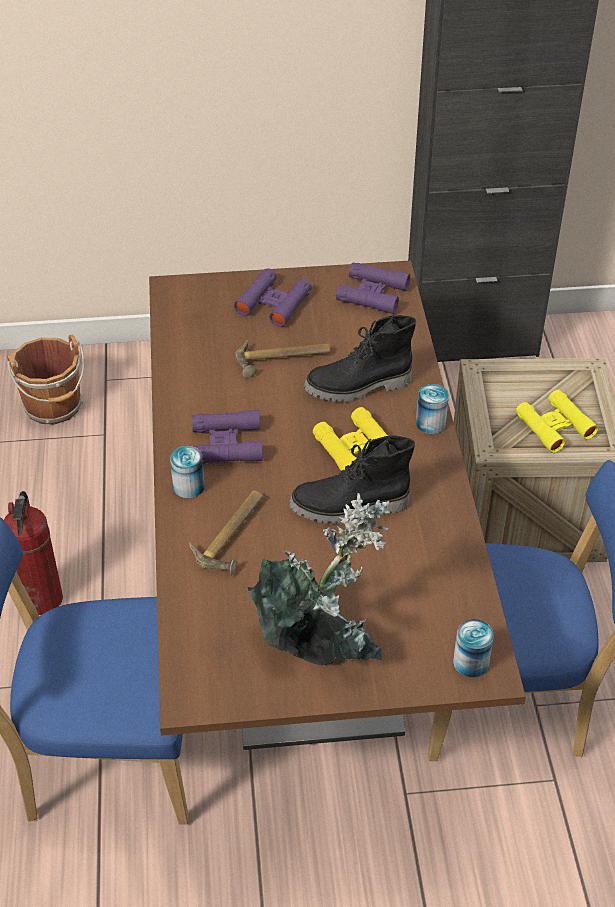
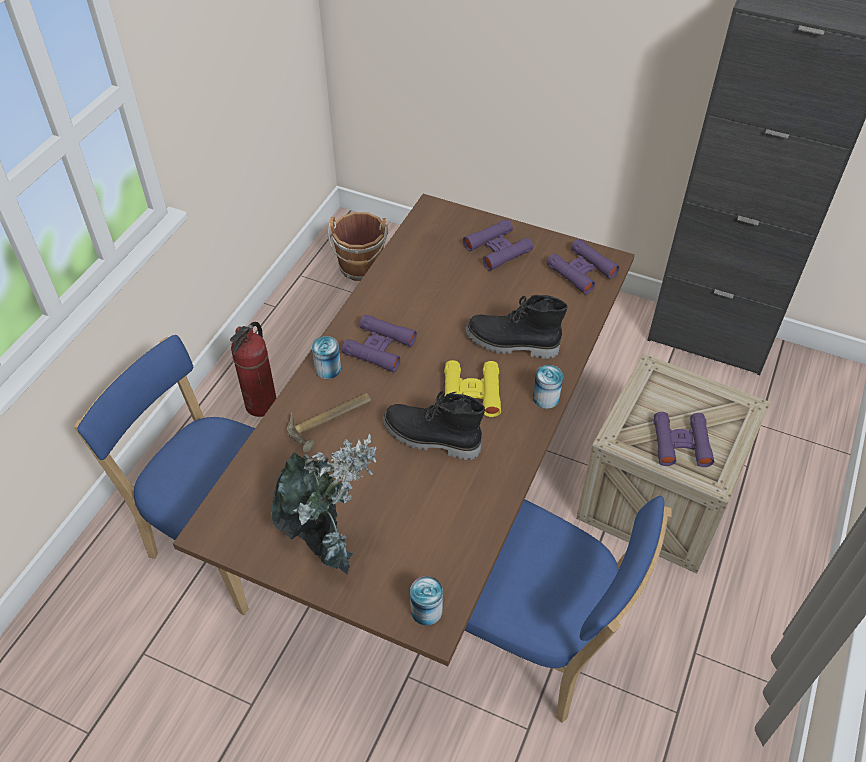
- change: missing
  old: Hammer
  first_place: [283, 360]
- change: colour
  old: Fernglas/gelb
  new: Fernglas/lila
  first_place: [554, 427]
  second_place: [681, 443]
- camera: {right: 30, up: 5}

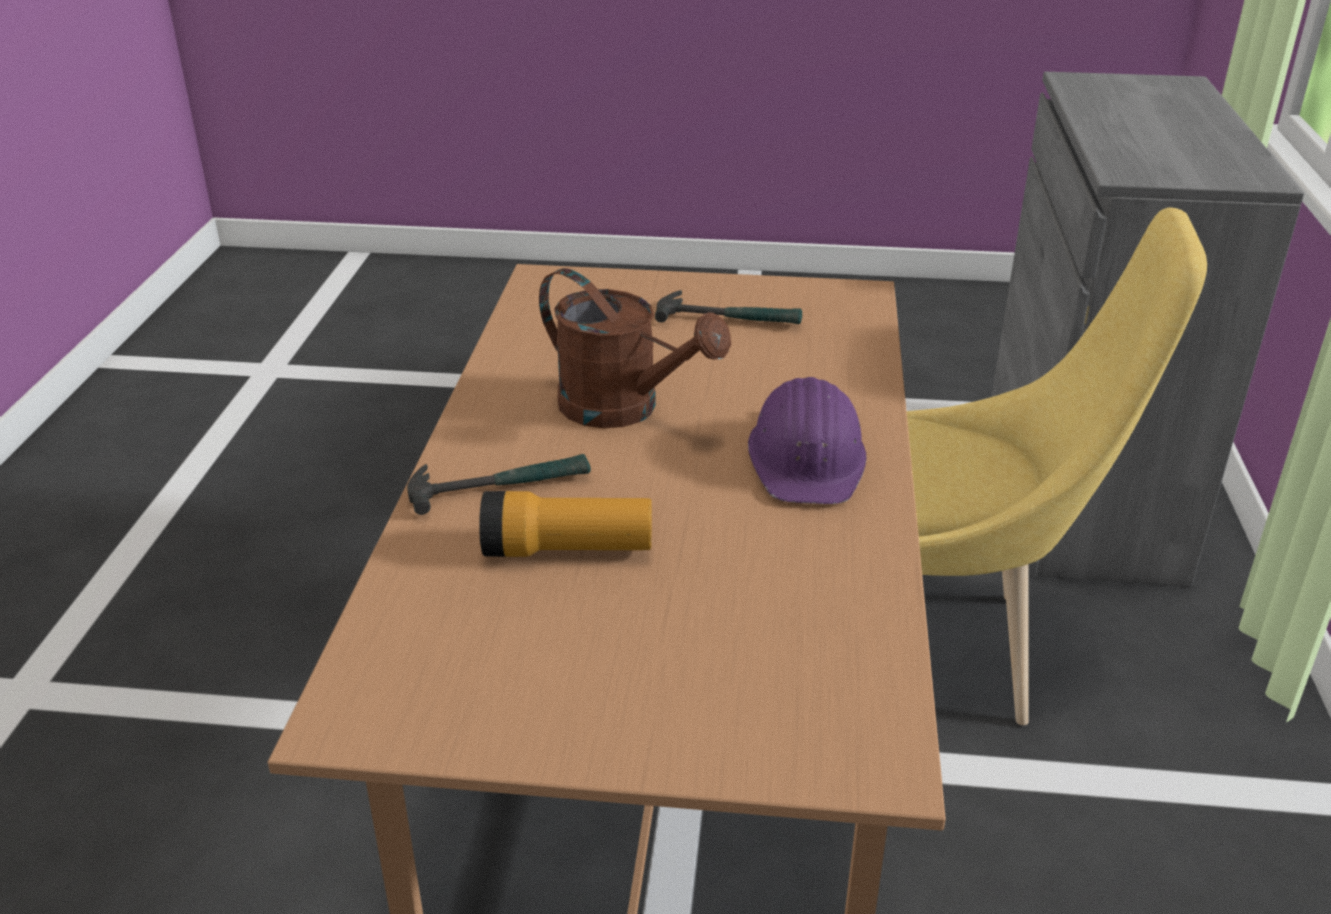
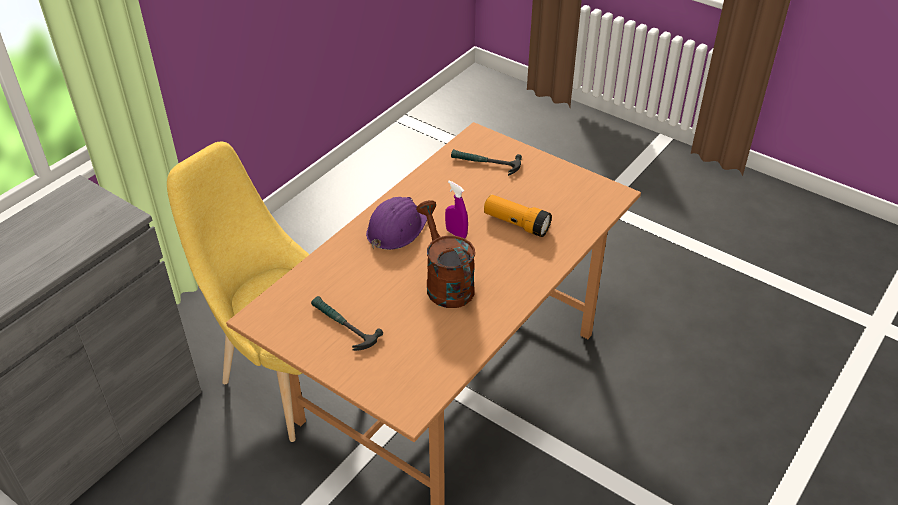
- change: relocated
  old: Hammer
  first_place: [499, 486]
  second_place: [485, 163]
- change: appeared
  new: Sprühflasche/lila
  second_place: [456, 234]
- camera: {right: -150, up: 10}

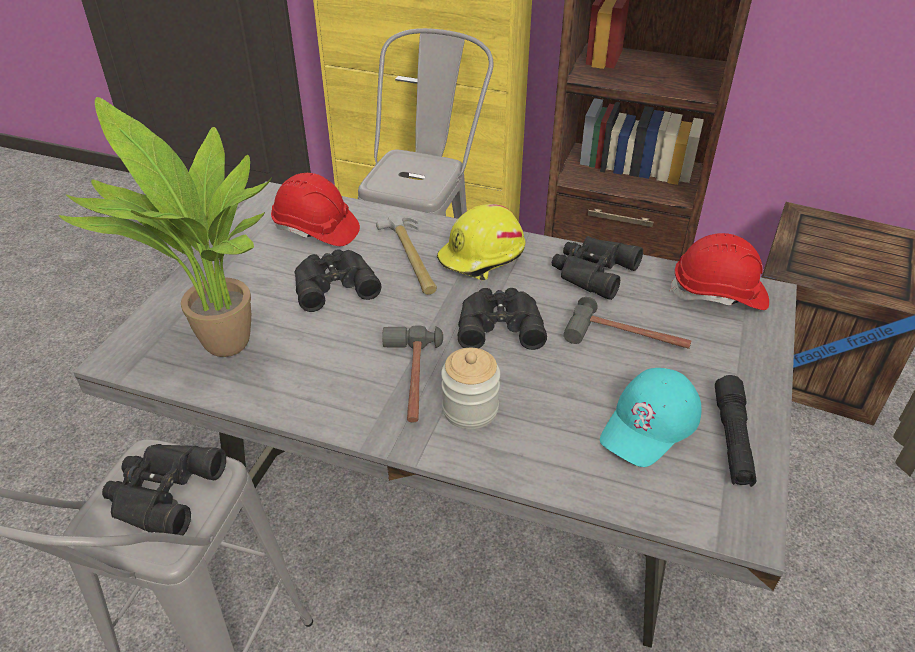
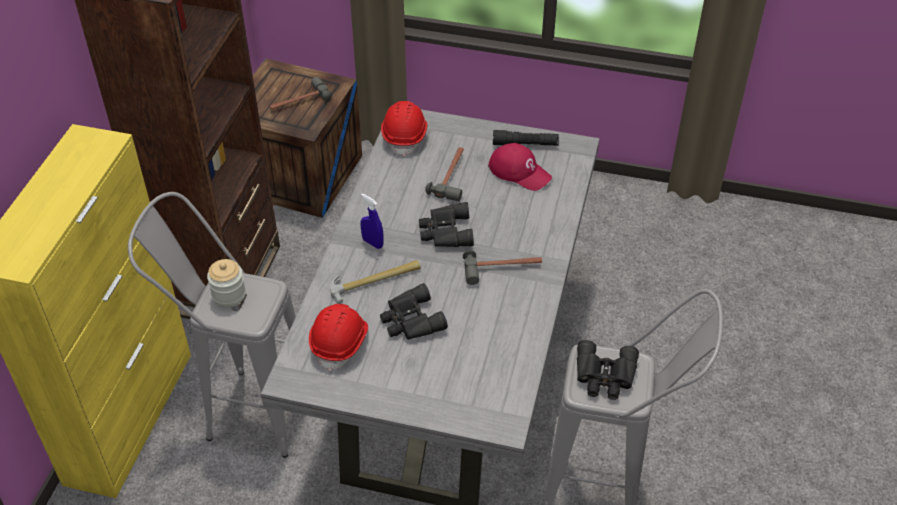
- change: missing
  old: Topfpflanze
  first_place: [220, 348]
- change: exchanged
  old: Schutzhelm/gelb
  new: Sprühflasche/blau
  first_place: [482, 257]
  second_place: [372, 243]
- change: relocated
  old: Vorratsglas
  first_place: [470, 409]
  second_place: [229, 295]
- change: missing
  old: Fernglas/schwarz
  first_place: [591, 271]
- change: colour
  old: Kappe/türkis
  new: Kappe/rot
  first_place: [650, 423]
  second_place: [520, 171]
- change: appeared
  new: Hammer
  second_place: [298, 101]
- camera: {right: -95, up: 5}

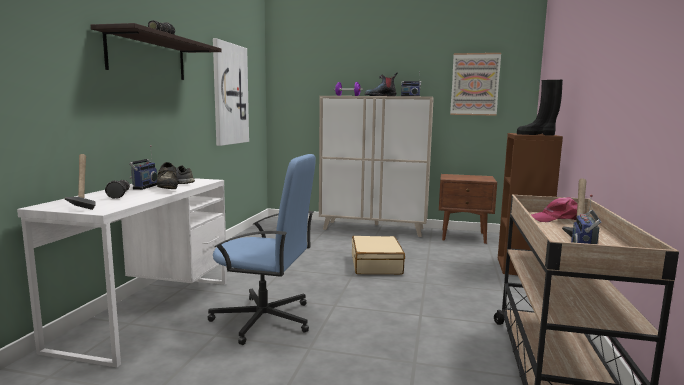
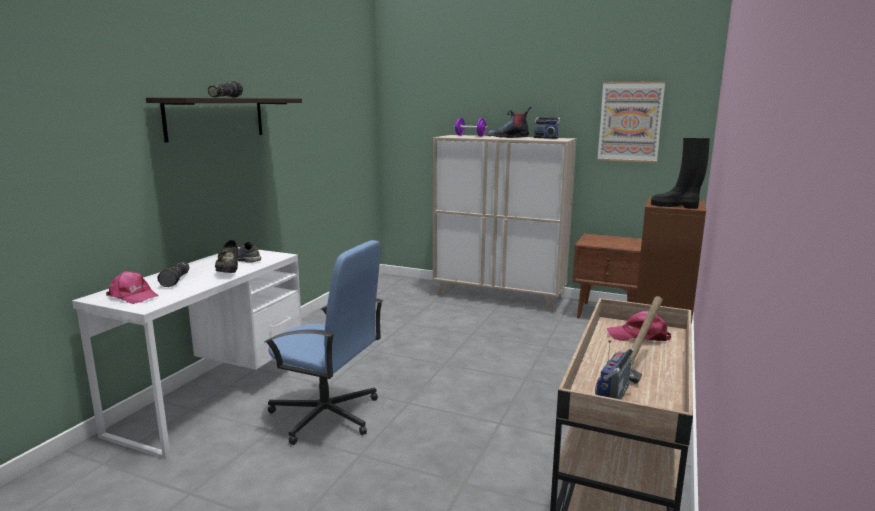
- change: exchanged
  old: Hammer
  new: Kappe/rosa
  first_place: [82, 205]
  second_place: [133, 296]
- change: missing
  old: Radio
  first_place: [144, 186]
- change: missing
  old: Bild
  first_place: [229, 94]
- change: missing
  old: Koffer/beige
  first_place: [376, 264]
- camera: {right: 10, up: 5}

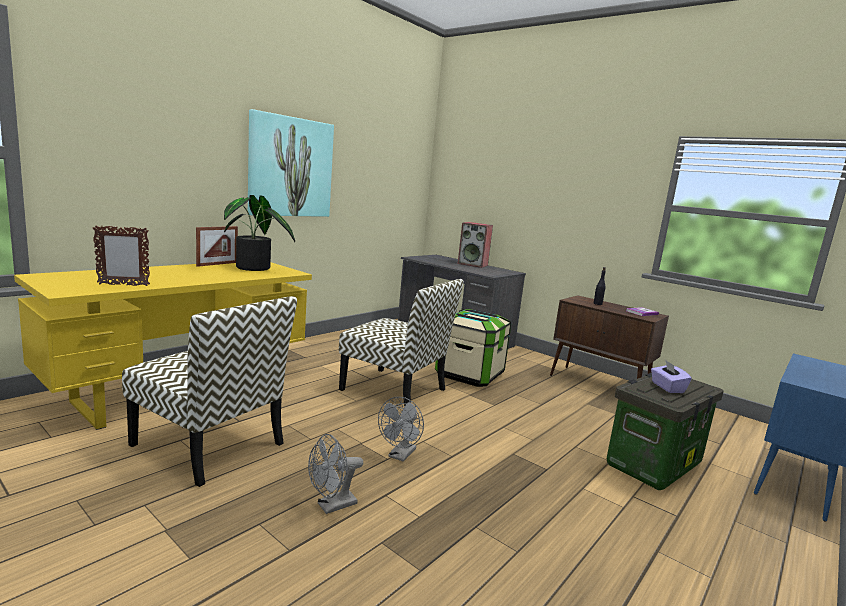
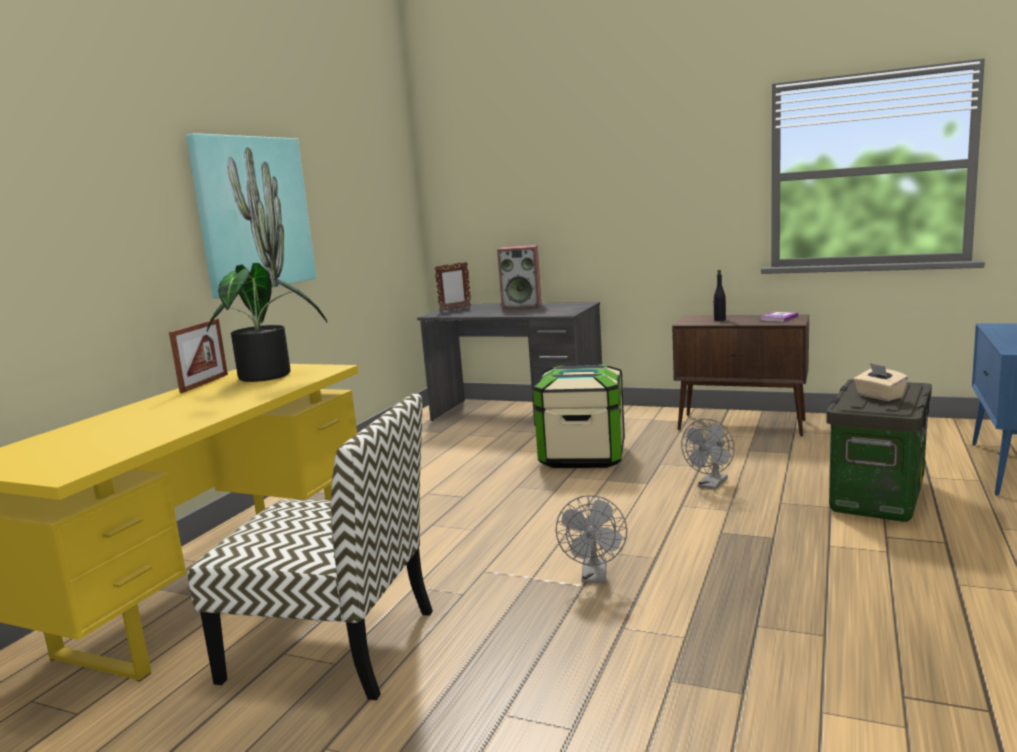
- change: relocated
  old: Bilderrahmen
  first_place: [123, 285]
  second_place: [455, 309]
- change: relocated
  old: Ventilator/grau
  first_place: [331, 506]
  second_place: [711, 485]
- change: missing
  old: Stuhl
  first_place: [395, 390]
- change: colour
  old: Taschentuchbox/lila
  new: Taschentuchbox/beige
  first_place: [667, 387]
  second_place: [879, 396]
- camera: {right: -15, up: 0}

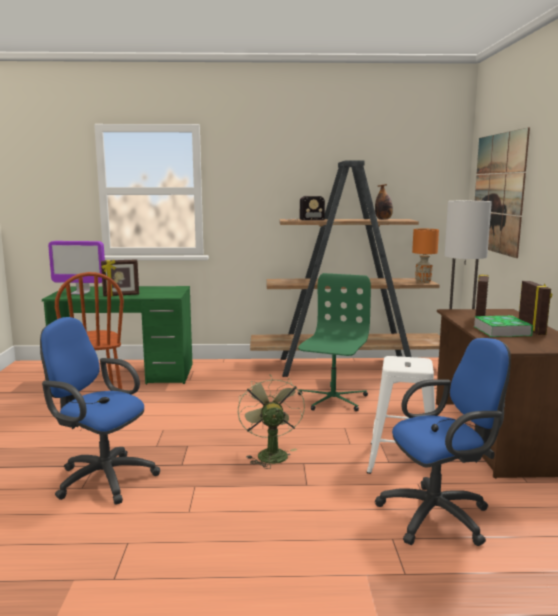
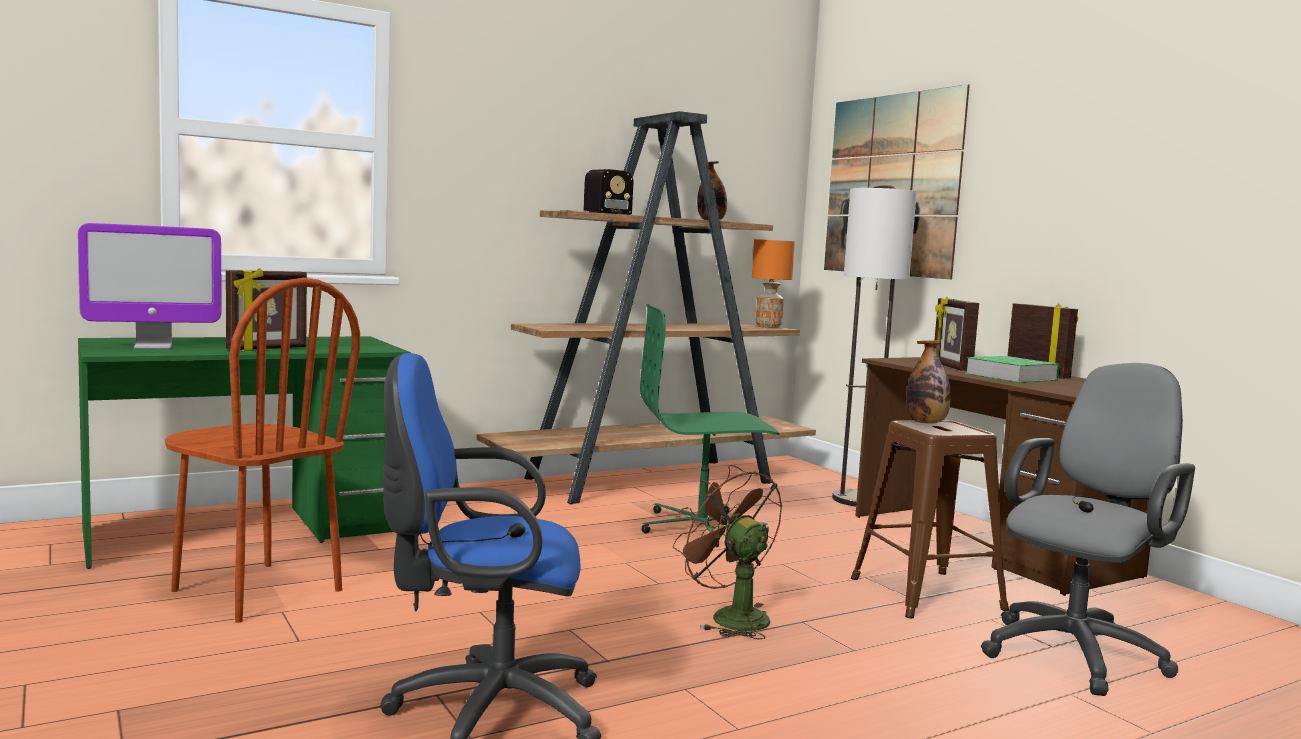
- change: colour
  old: Ventilator/grün
  new: Ventilator/braun
  first_place: [270, 453]
  second_place: [729, 617]
- change: spun
  old: Bürostuhl/grün
  first_place: [332, 399]
  second_place: [702, 527]
  degrees: -90
- change: colour
  old: Hocker/weiß
  new: Hocker/braun
  first_place: [402, 460]
  second_place: [924, 593]
- change: colour
  old: Bürostuhl/blau
  new: Bürostuhl/grau
  first_place: [440, 516]
  second_place: [1078, 652]
- change: appeared
  new: Flasche
  second_place: [926, 423]
- camera: {right: -30, up: -5}

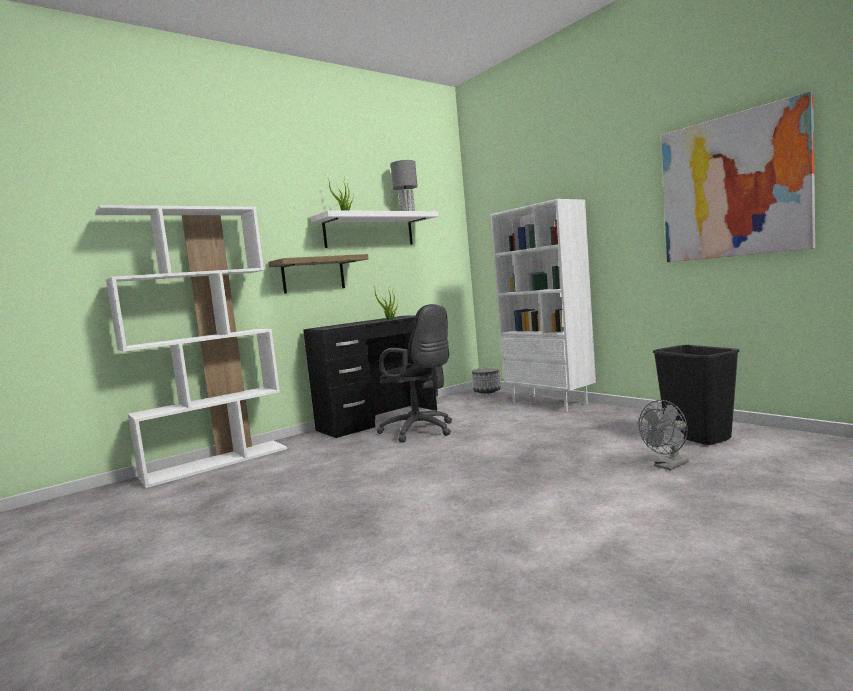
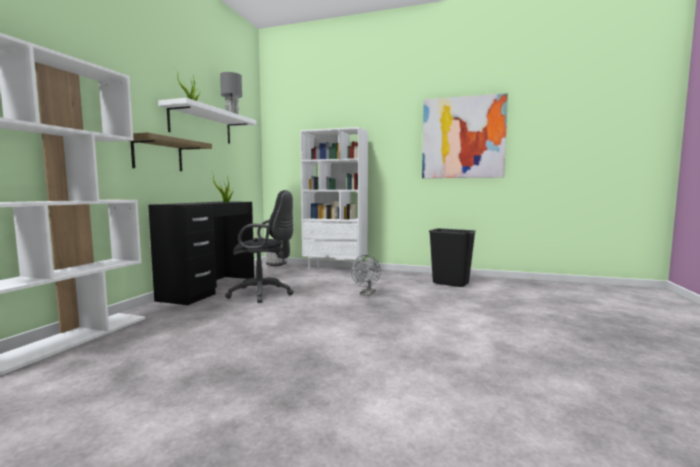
- change: relocated
  old: Ventilator/grau
  first_place: [668, 466]
  second_place: [367, 294]
- camera: {right: -35, up: 0}

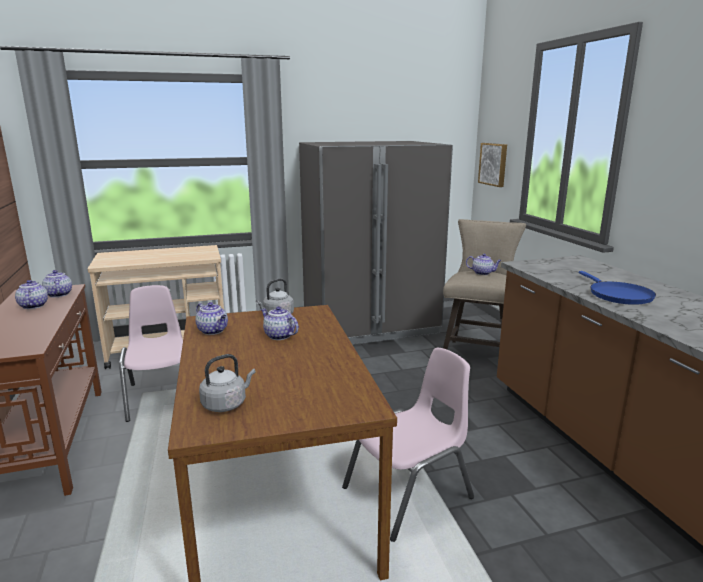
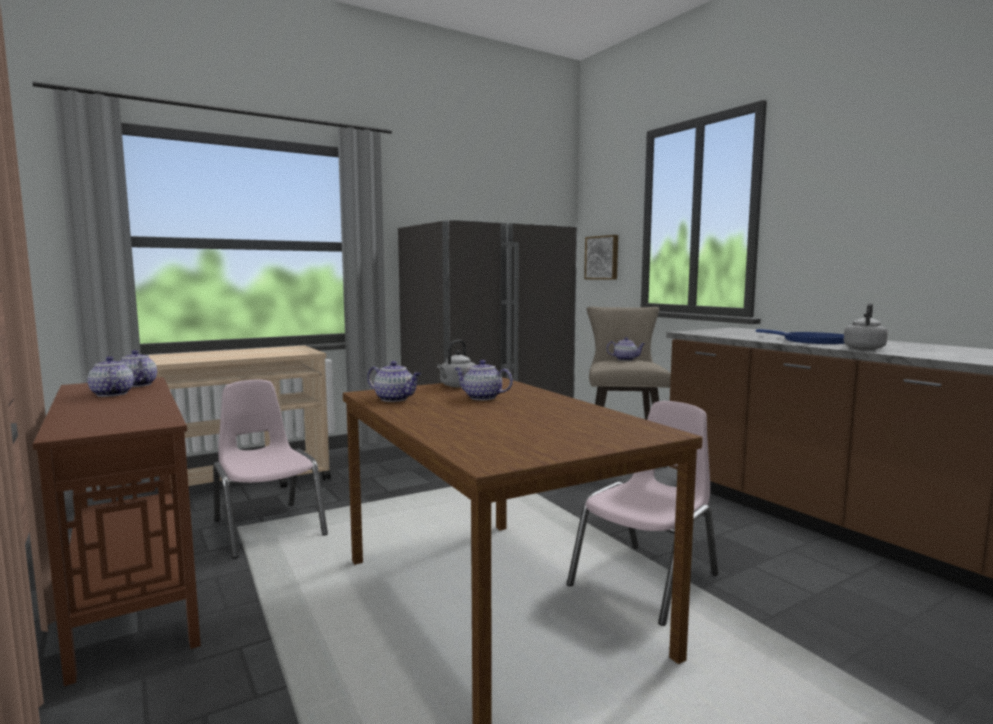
- change: relocated
  old: Wasserkessel/grau
  first_place: [226, 404]
  second_place: [864, 348]
- camera: {right: -15, up: -10}

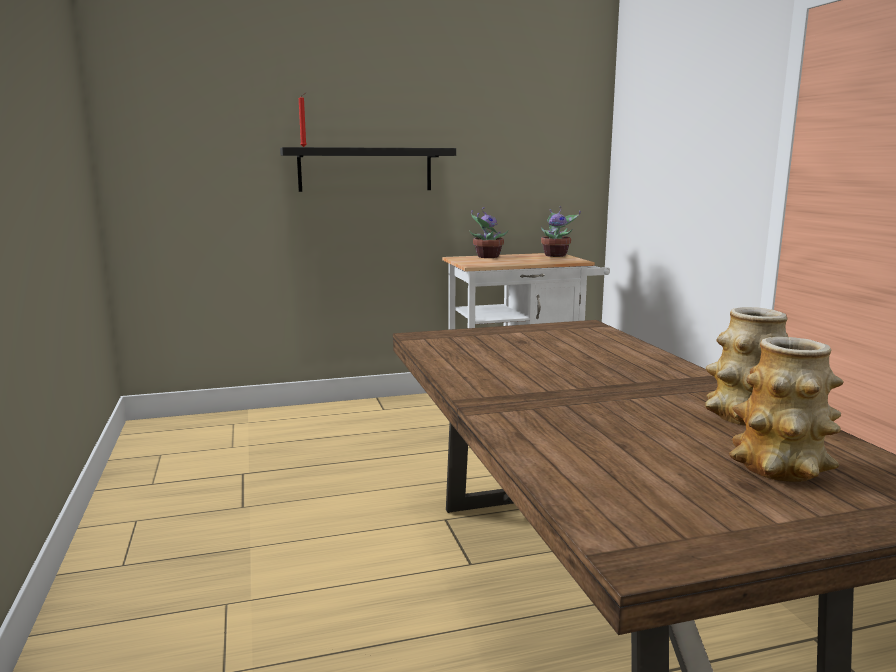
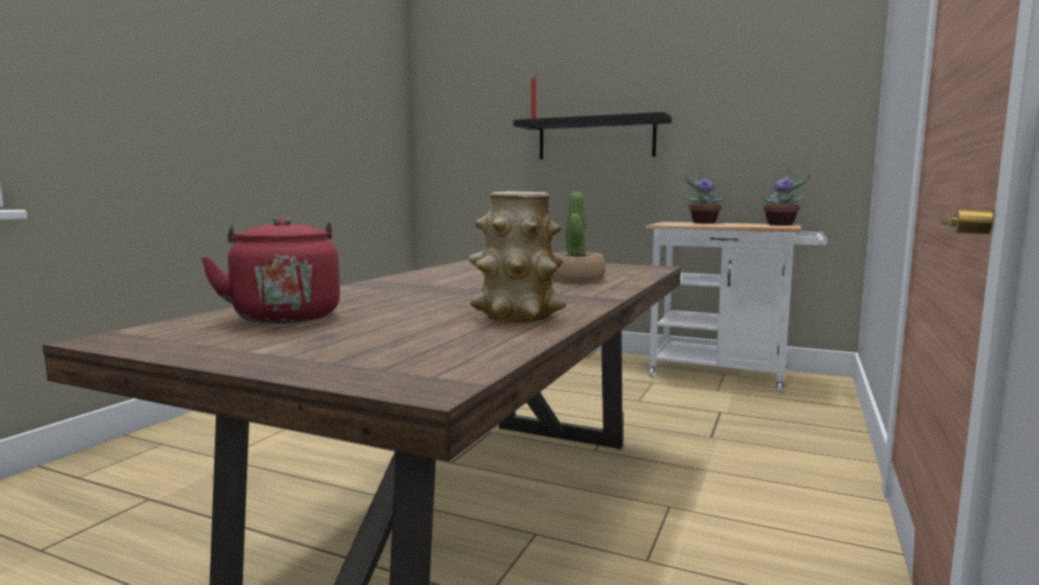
- change: missing
  old: Vase
  first_place: [780, 468]
- change: appeared
  new: Wasserkessel/rot
  second_place: [285, 316]
- change: appeared
  new: Topfpflanze
  second_place: [576, 279]
- camera: {right: 40, up: -5}

